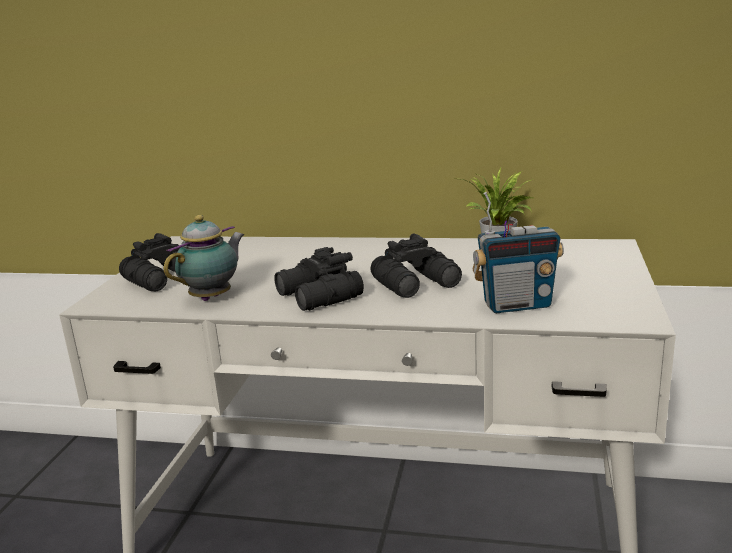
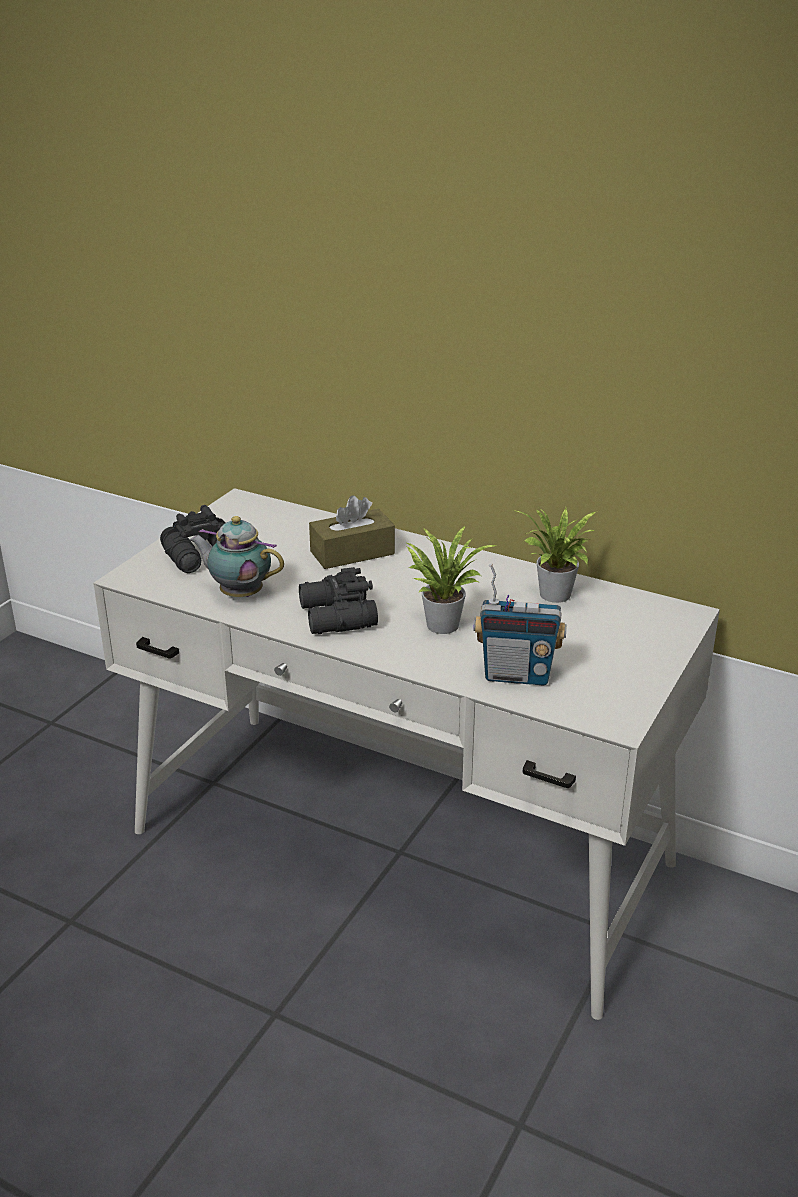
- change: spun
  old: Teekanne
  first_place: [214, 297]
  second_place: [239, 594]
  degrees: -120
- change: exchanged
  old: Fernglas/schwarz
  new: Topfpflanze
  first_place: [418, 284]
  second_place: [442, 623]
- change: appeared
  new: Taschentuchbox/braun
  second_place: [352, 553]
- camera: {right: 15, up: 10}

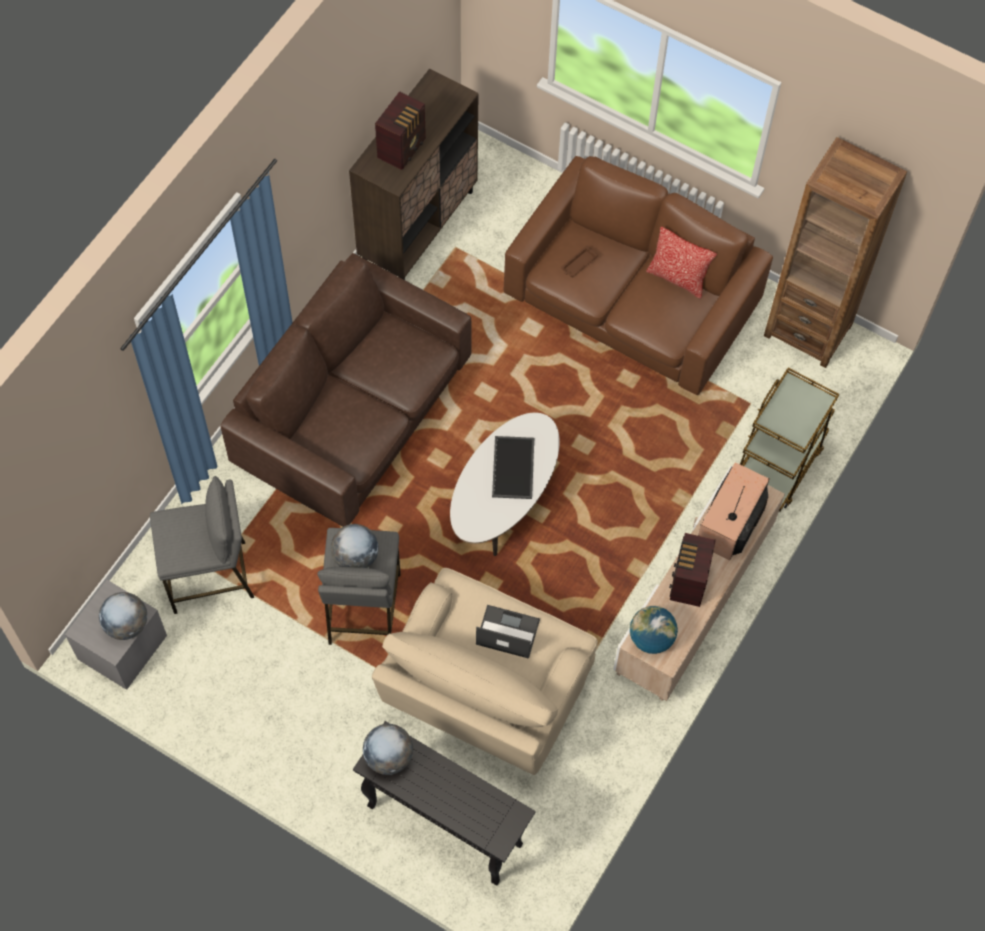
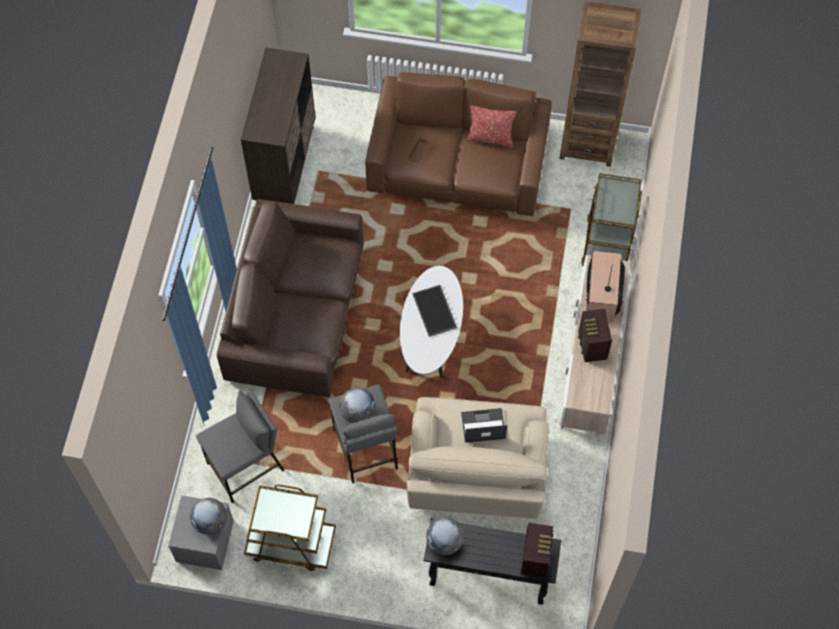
- change: relocated
  old: Radio
  first_place: [403, 148]
  second_place: [536, 557]
- change: missing
  old: Globus
  first_place: [651, 638]
- change: appeared
  new: Rollwagen/braun
  second_place: [290, 543]
- camera: {right: -20, up: 0}

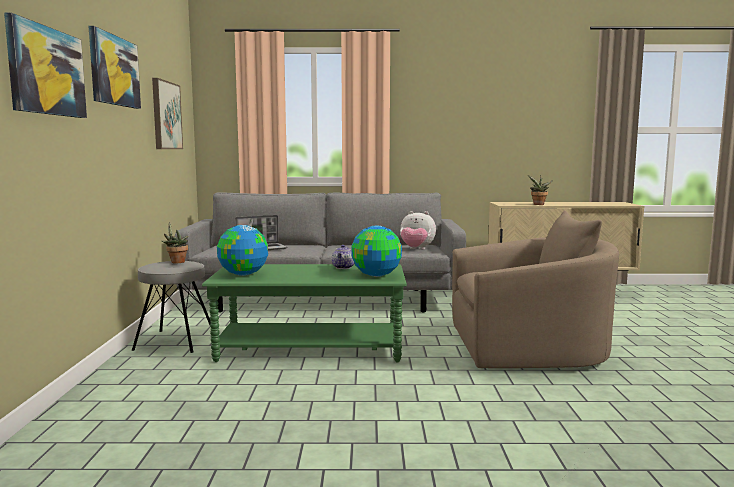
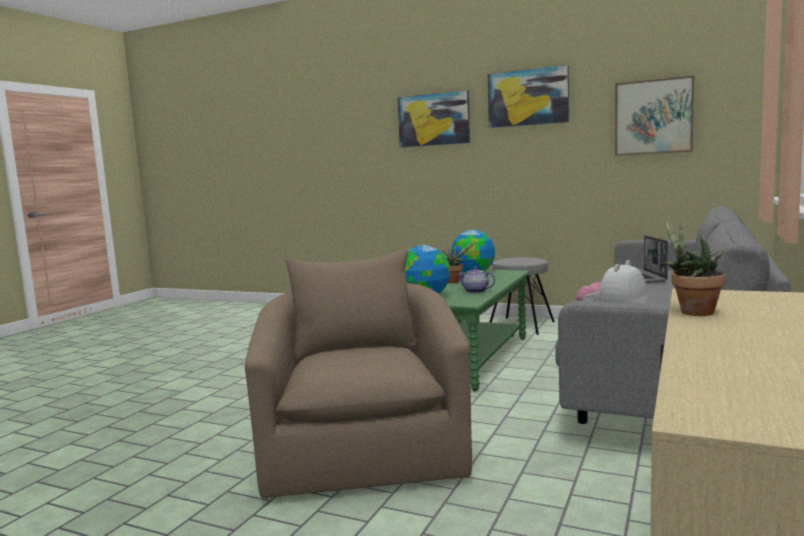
- change: relocated
  old: Topfpflanze
  first_place: [176, 262]
  second_place: [454, 281]
- change: spun
  old: Sessel/beige
  first_place: [528, 349]
  second_place: [364, 449]
  degrees: 150
- camera: {right: 115, up: 0}

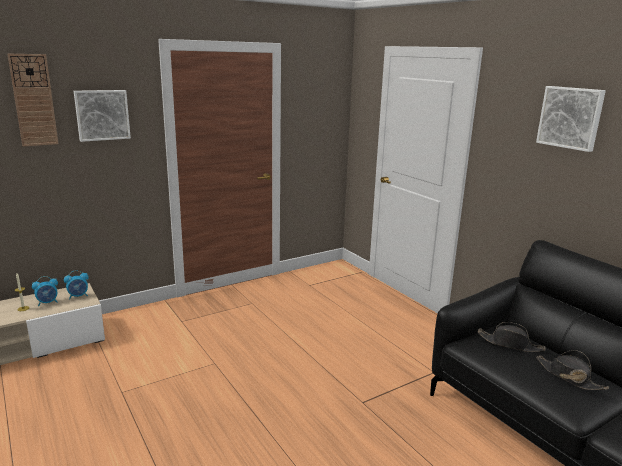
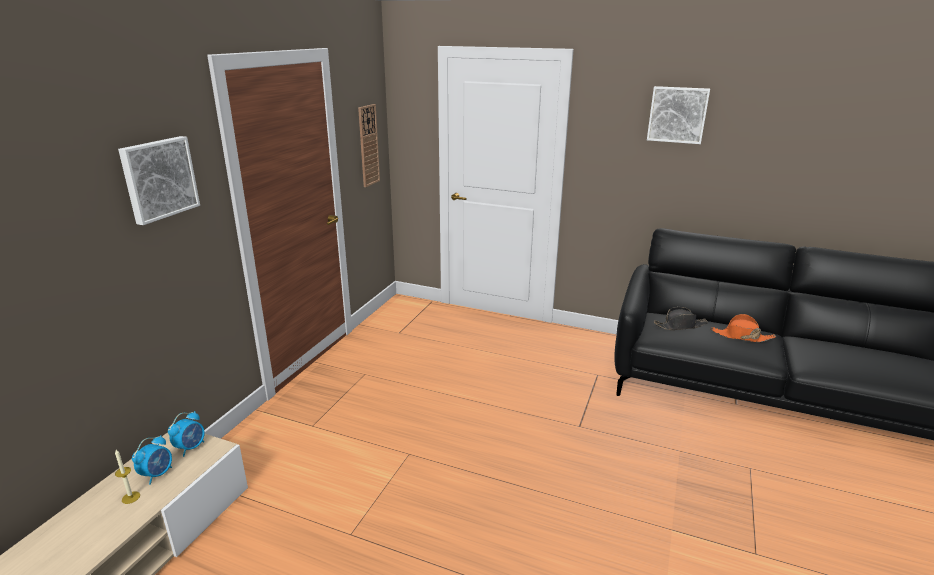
- change: relocated
  old: Wanduhr
  first_place: [33, 100]
  second_place: [368, 145]
- change: colour
  old: Hut/schwarz
  new: Hut/orange
  first_place: [569, 376]
  second_place: [741, 336]
- camera: {right: -35, up: 5}

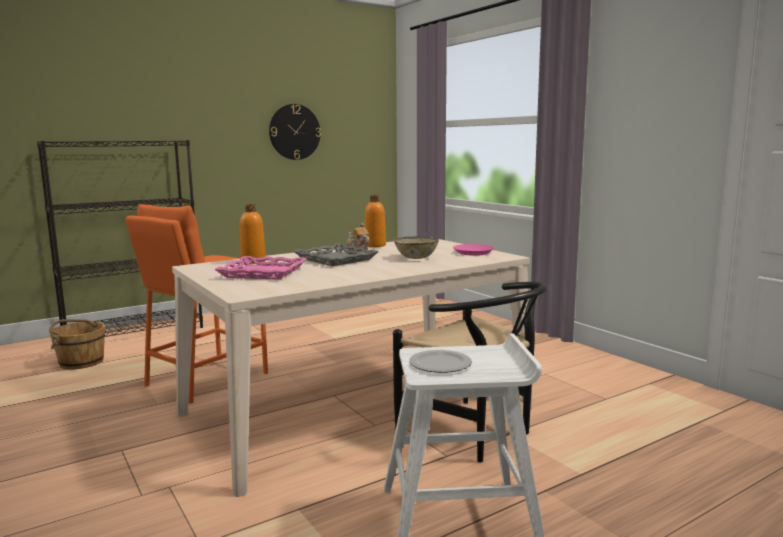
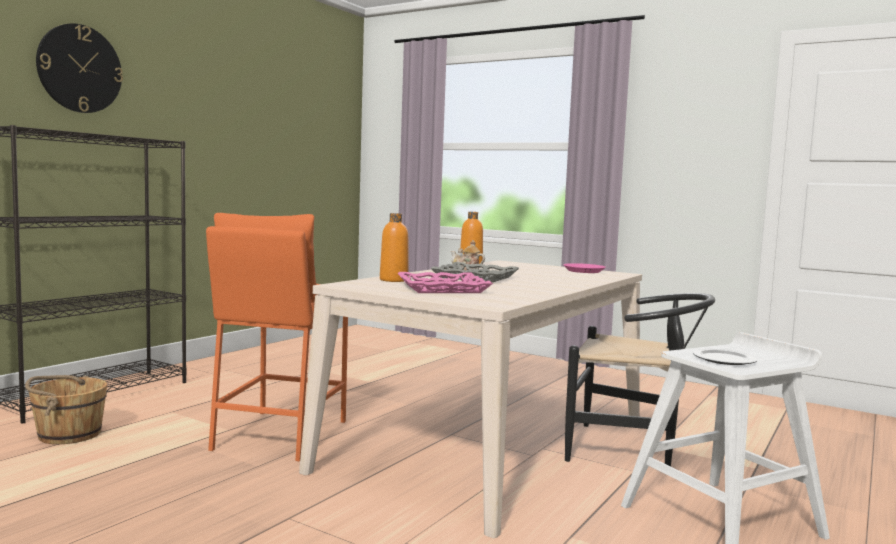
- change: relocated
  old: Wanduhr
  first_place: [294, 132]
  second_place: [80, 69]
- change: missing
  old: Schüssel
  first_place: [416, 258]
- camera: {right: -25, up: -5}

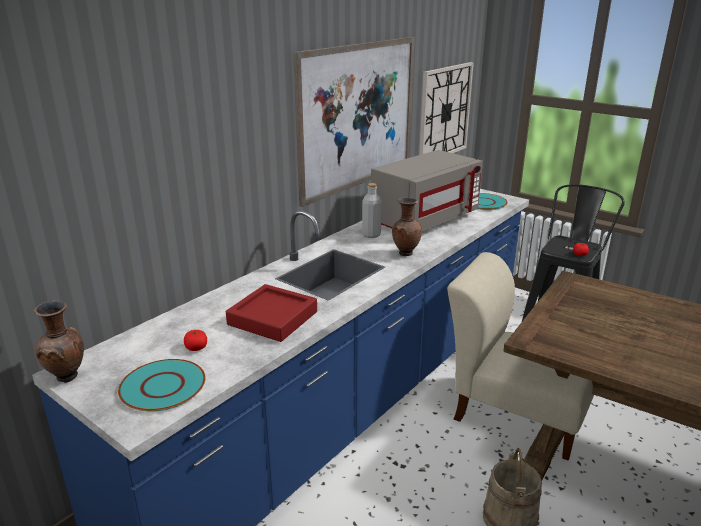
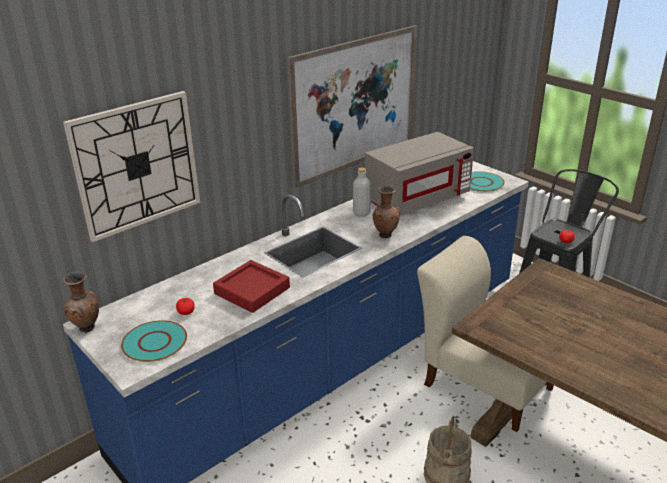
- change: relocated
  old: Wanduhr
  first_place: [444, 112]
  second_place: [136, 165]
- camera: {right: 10, up: 5}

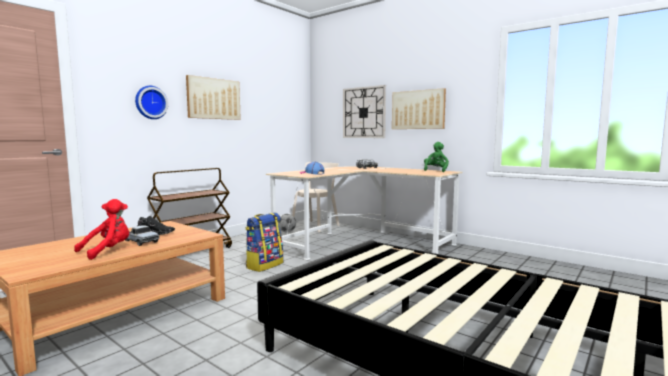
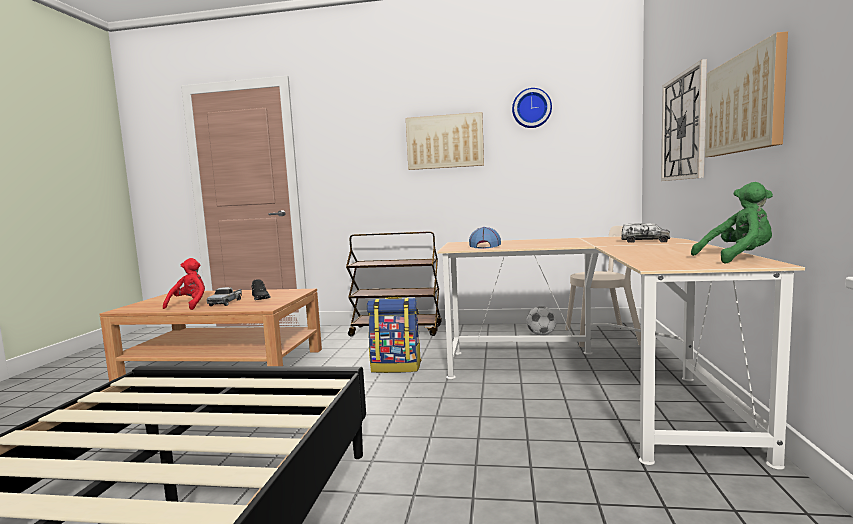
- change: spun
  old: Plüschtier/rot
  first_place: [108, 251]
  second_place: [190, 305]
  degrees: -90
- change: relocated
  old: Wanduhr
  first_place: [150, 102]
  second_place: [531, 108]
- camera: {right: 60, up: 0}

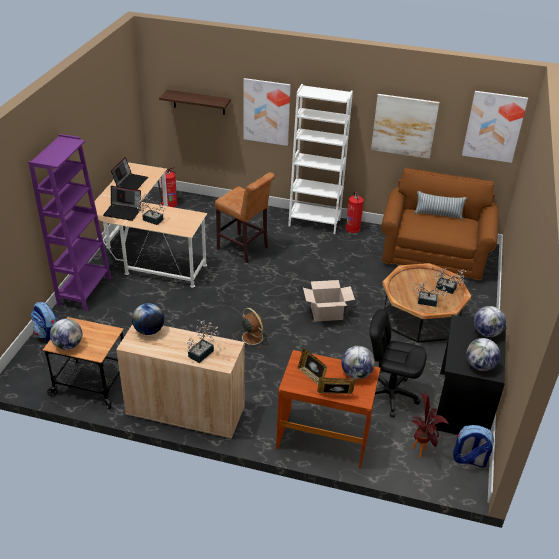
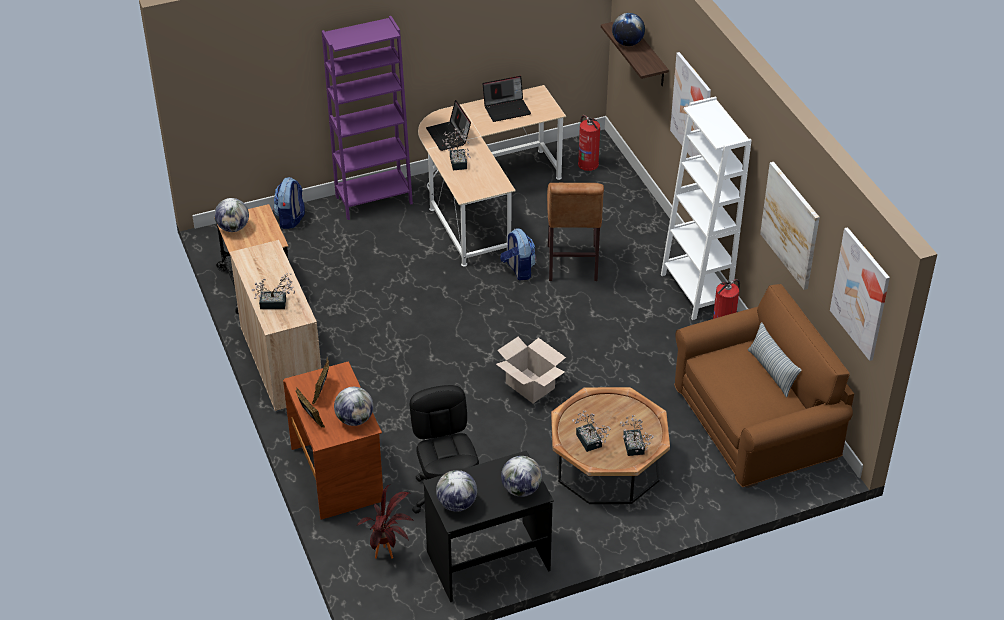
- change: relocated
  old: Globus
  first_place: [149, 331]
  second_place: [627, 43]
- change: missing
  old: Ventilator/braun
  first_place: [251, 337]
- change: relocated
  old: Rucksack
  first_place: [469, 460]
  second_place: [518, 270]
- camera: {right: 55, up: 5}

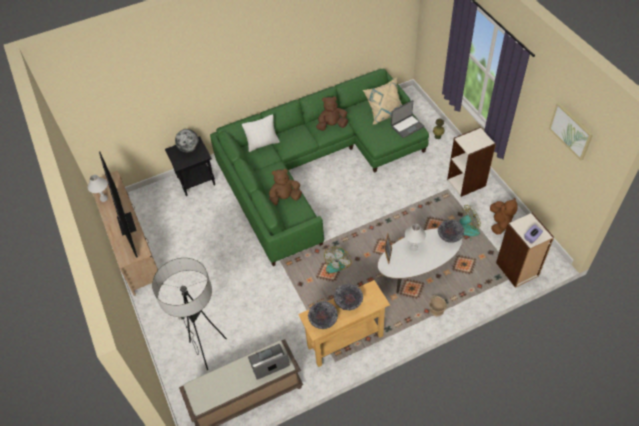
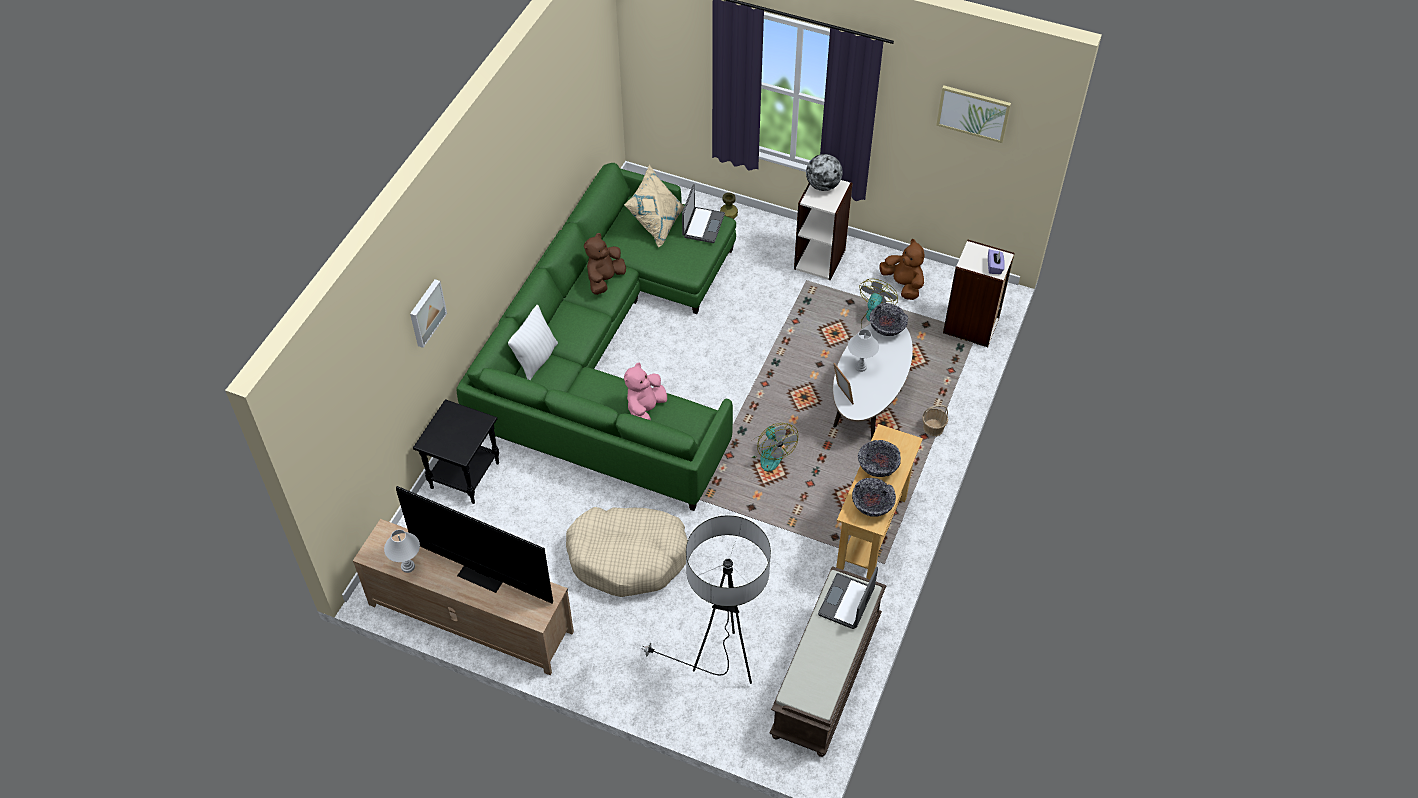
- change: relocated
  old: Globus
  first_place: [189, 148]
  second_place: [823, 185]
- change: colour
  old: Plüschtier/braun
  new: Plüschtier/rosa
  first_place: [284, 198]
  second_place: [645, 409]
- change: appeared
  new: Bild
  second_place: [426, 312]
- change: appeared
  new: Hundebett/beige
  second_place: [628, 557]
- camera: {right: -45, up: 0}

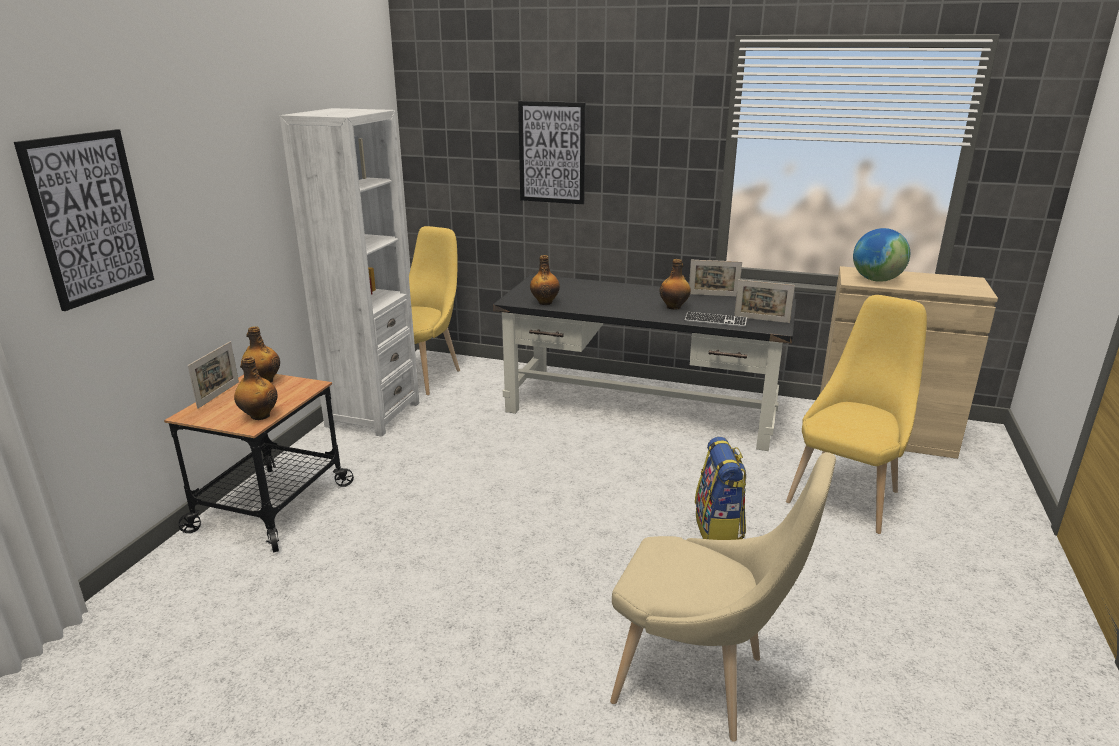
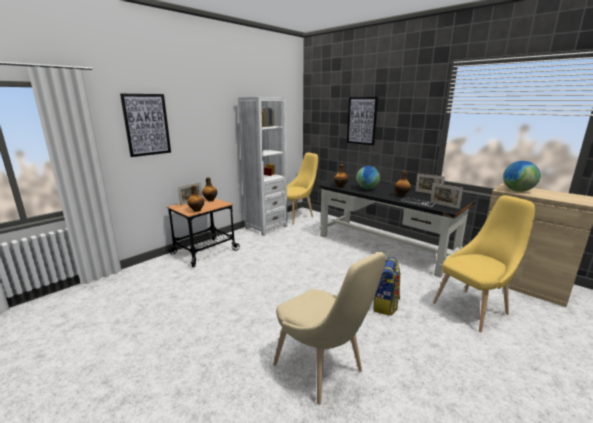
- change: appeared
  new: Globus
  second_place: [367, 188]
- camera: {right: 25, up: -5}

